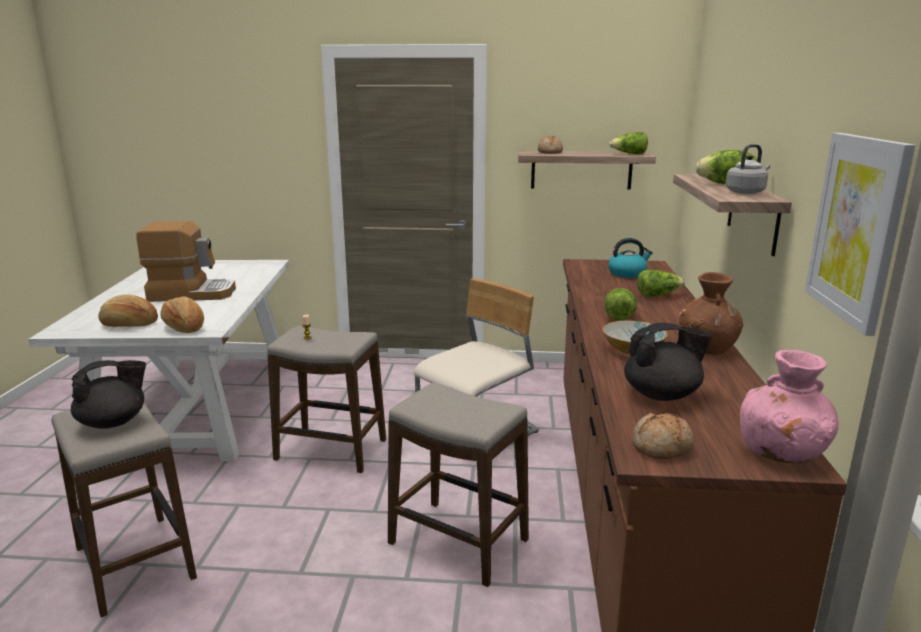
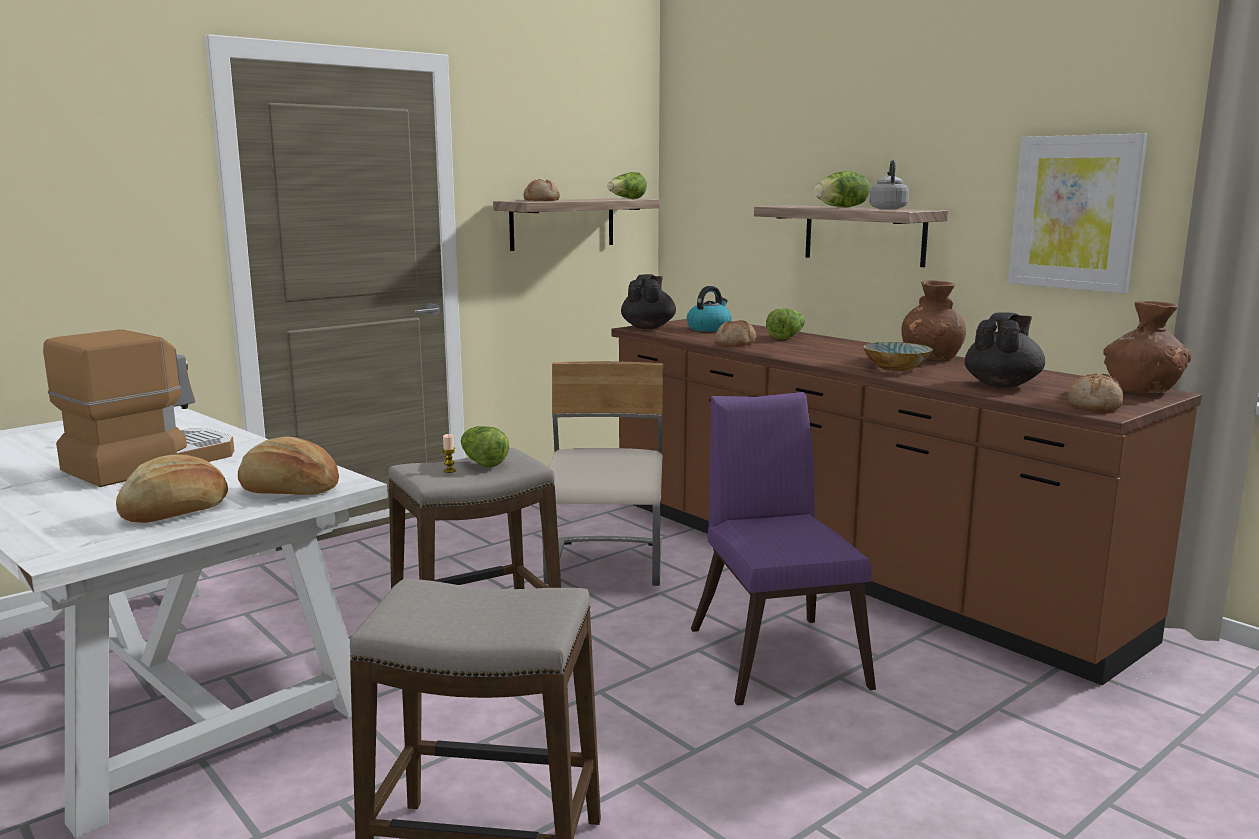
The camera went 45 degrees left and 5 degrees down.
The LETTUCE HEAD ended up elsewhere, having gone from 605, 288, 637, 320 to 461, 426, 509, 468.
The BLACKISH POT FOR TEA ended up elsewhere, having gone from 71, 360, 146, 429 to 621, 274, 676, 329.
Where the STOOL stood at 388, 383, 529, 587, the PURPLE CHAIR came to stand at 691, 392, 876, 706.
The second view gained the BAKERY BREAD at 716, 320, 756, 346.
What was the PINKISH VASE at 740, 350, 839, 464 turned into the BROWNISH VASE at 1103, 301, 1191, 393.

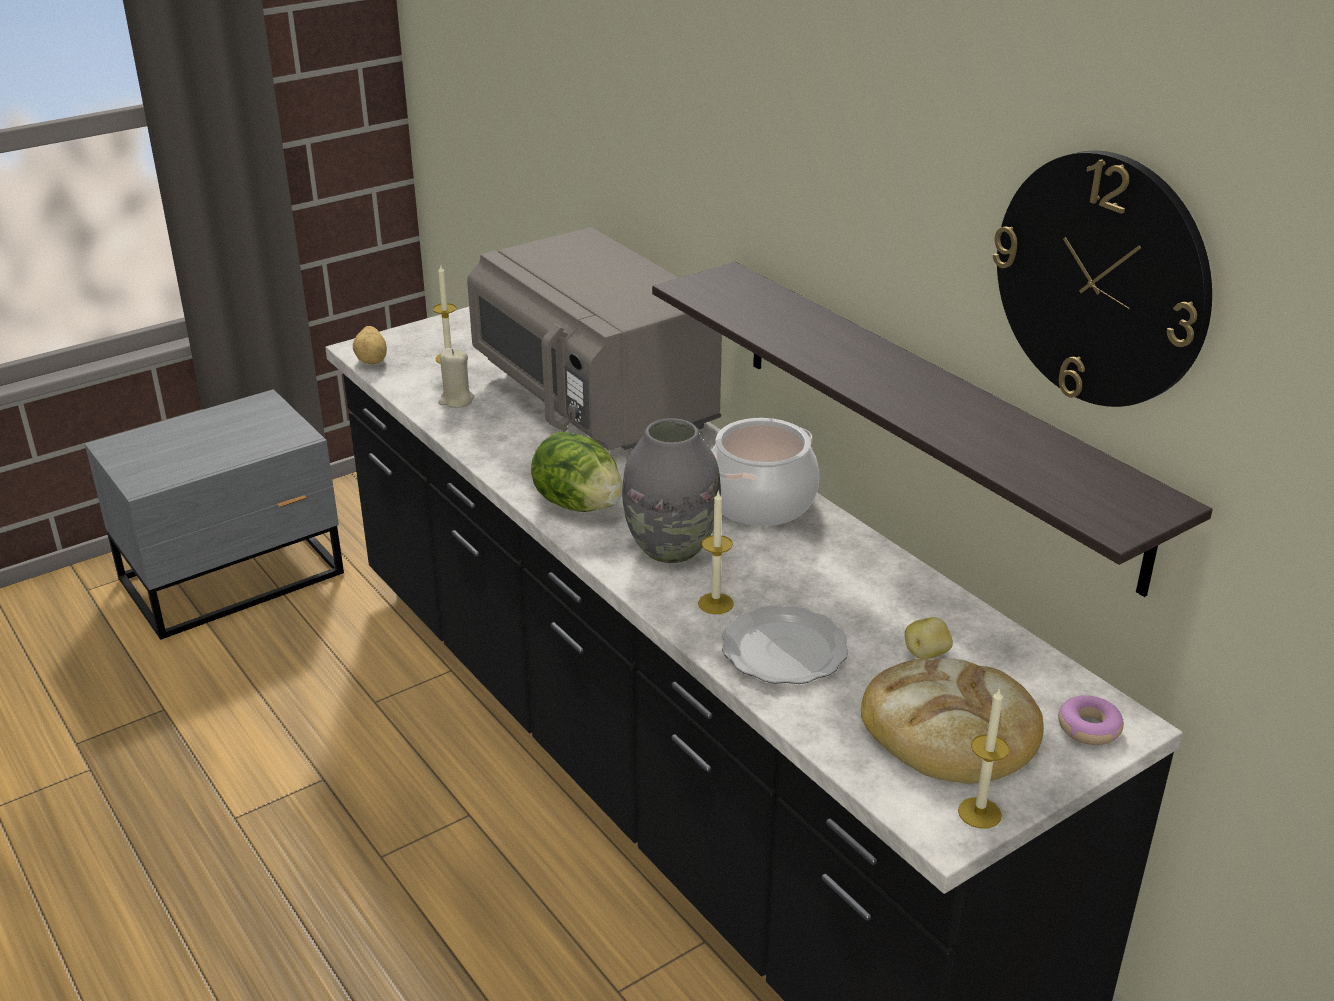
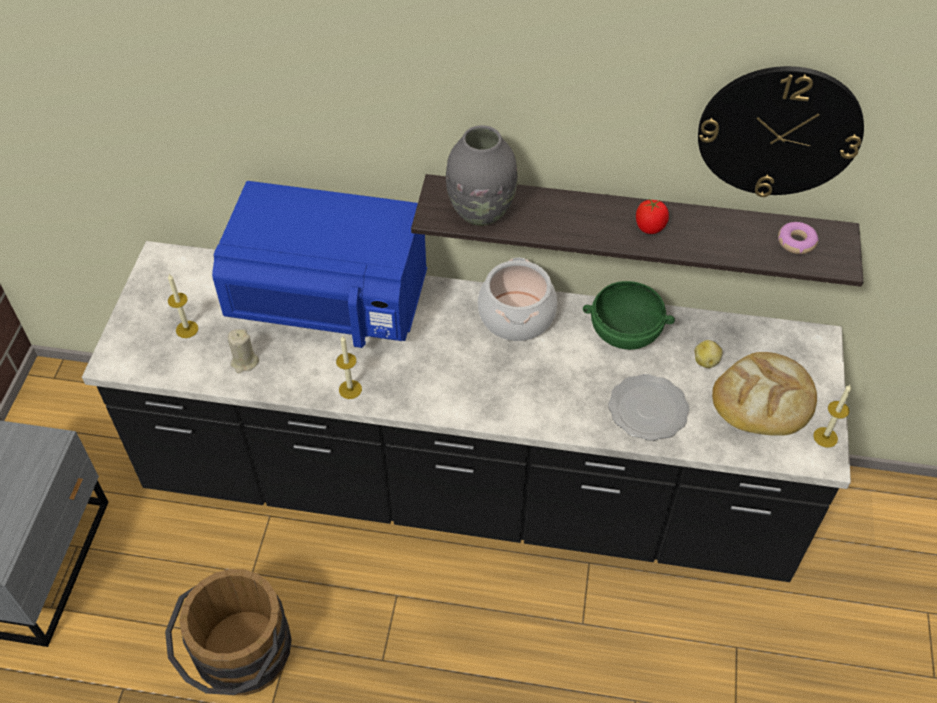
The camera went 45 degrees left and 20 degrees up.
The second view gained the BROWNISH BUCKET at 165, 569, 292, 695.
What was the GRAY MICROWAVE at 467, 227, 722, 451 turned into the BLUE MICROWAVE at 212, 181, 427, 348.
The CANDLE ended up elsewhere, having gone from 698, 490, 734, 614 to 336, 335, 362, 399.
The GRAY VASE ended up elsewhere, having gone from 622, 418, 721, 563 to 446, 125, 517, 226.
The second view gained the GREENISH DEEP DISH at 583, 281, 675, 350.
The second view gained the WHOLE TOMATO at 636, 199, 669, 234.
The RING DOUGHNUT ended up elsewhere, having gone from 1058, 695, 1124, 745 to 778, 222, 819, 254.
The second view lost the SPUD at 353, 326, 387, 364.
The second view lost the LETTUCE HEAD at 531, 431, 623, 512.

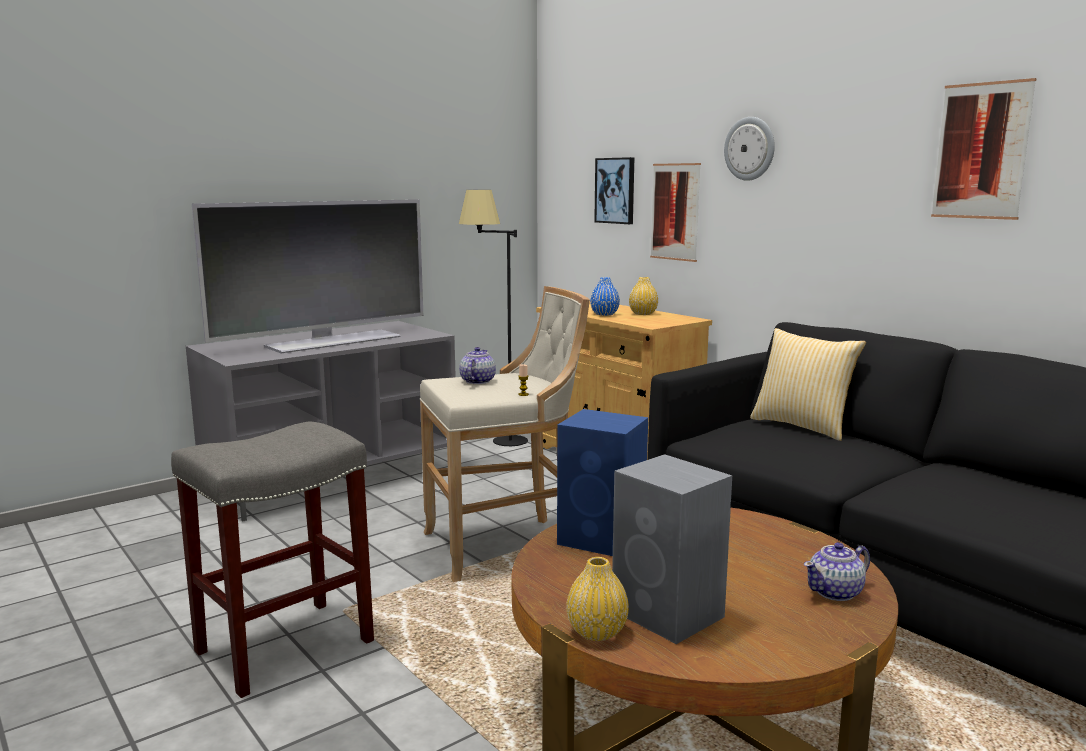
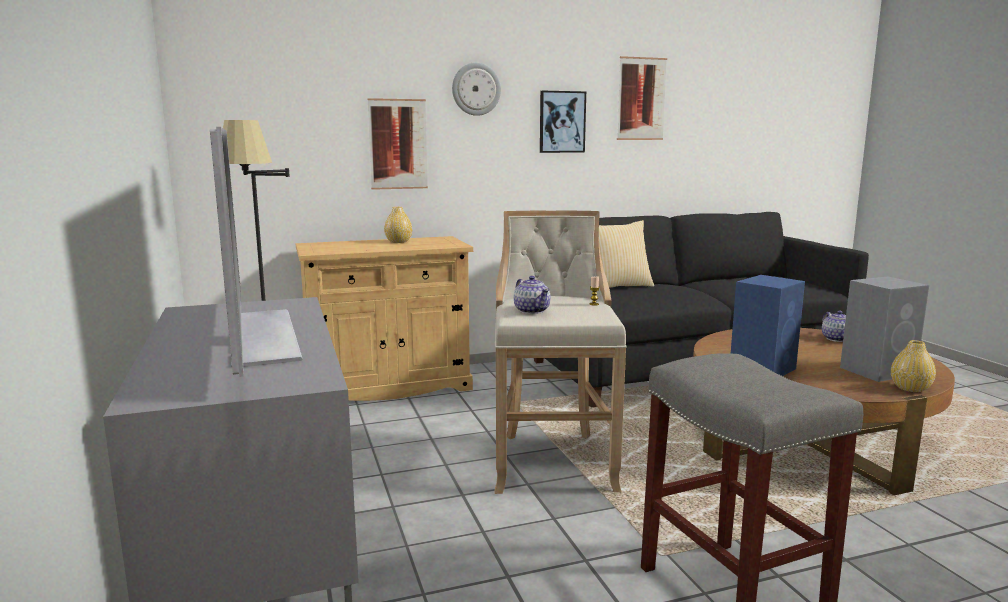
The camera went 70 degrees left and 0 degrees up.
The POT FOR TEA at 459, 347, 496, 384 ended up facing another way, 150 degrees counterclockwise from before.
The WALL ART ended up elsewhere, having gone from 594, 157, 634, 224 to 540, 91, 586, 153.
The second view lost the BLUE VASE at 590, 277, 620, 316.

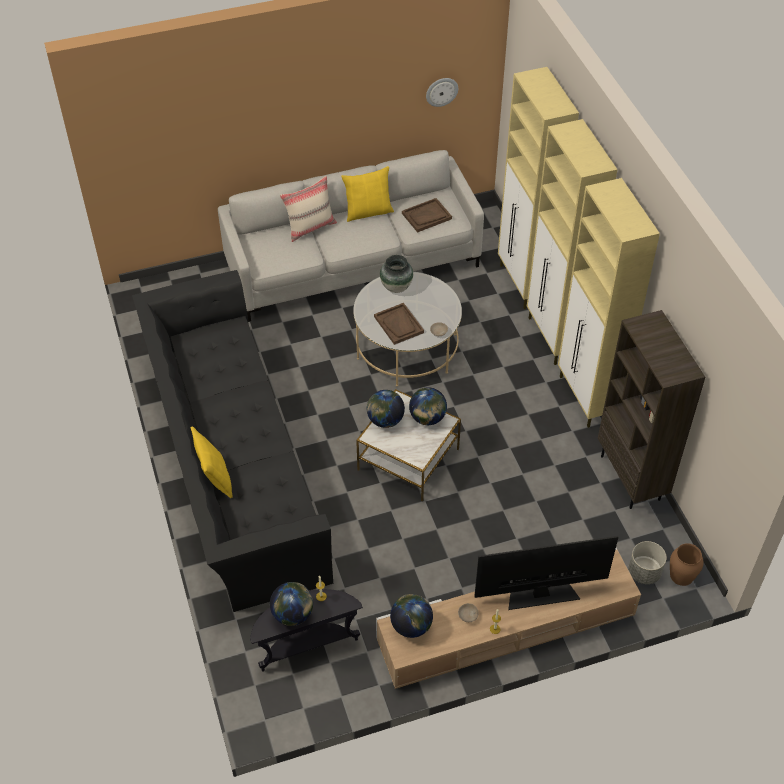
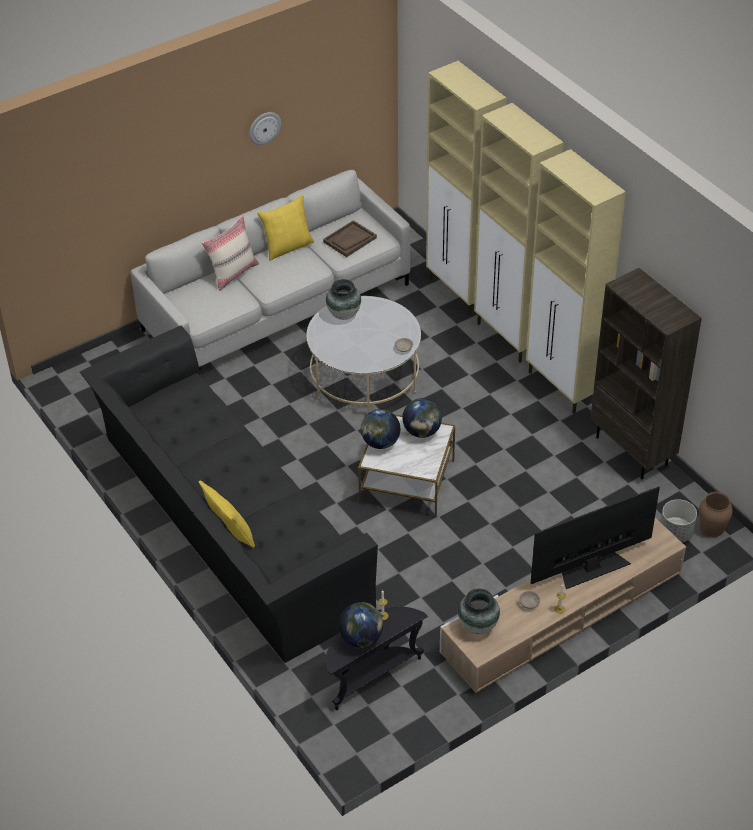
The camera went 15 degrees left and 5 degrees down.
The WALL CLOCK ended up elsewhere, having gone from 426, 78, 458, 107 to 249, 112, 281, 145.
Where the WORLD GLOBE stood at 390, 594, 433, 638, the VASE came to stand at 458, 589, 500, 635.
The second view lost the BROWNISH CARRYING TRAY at 374, 303, 424, 345.

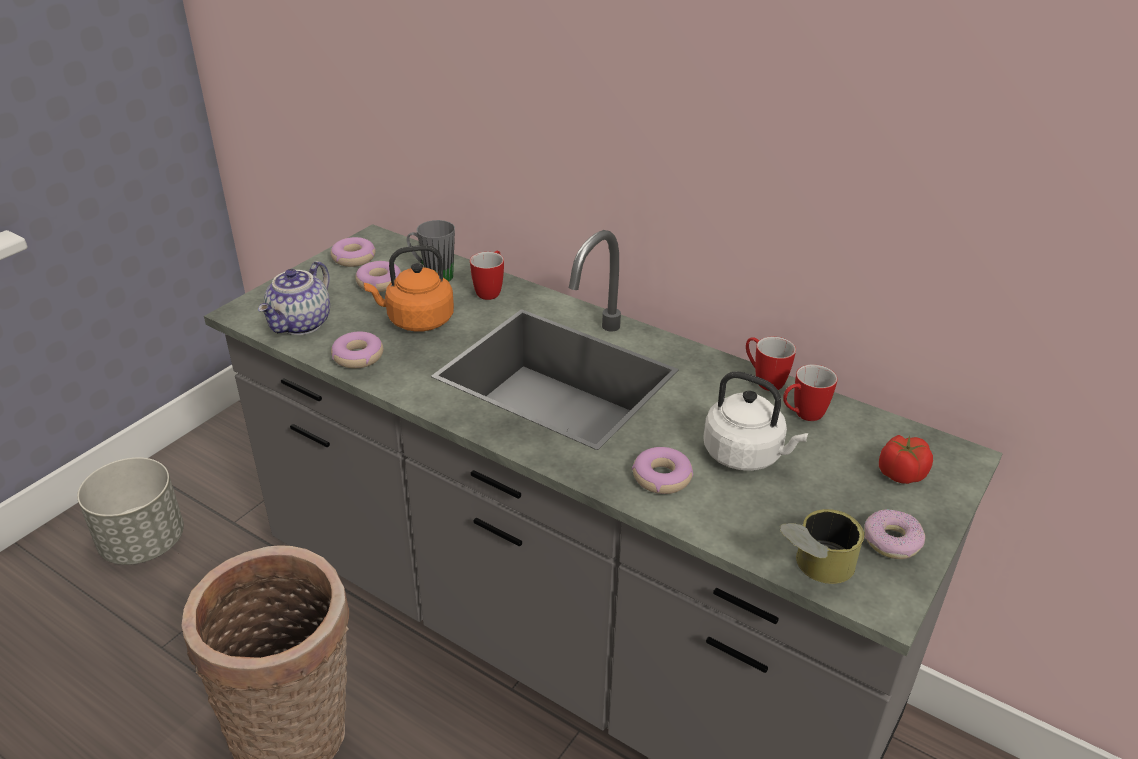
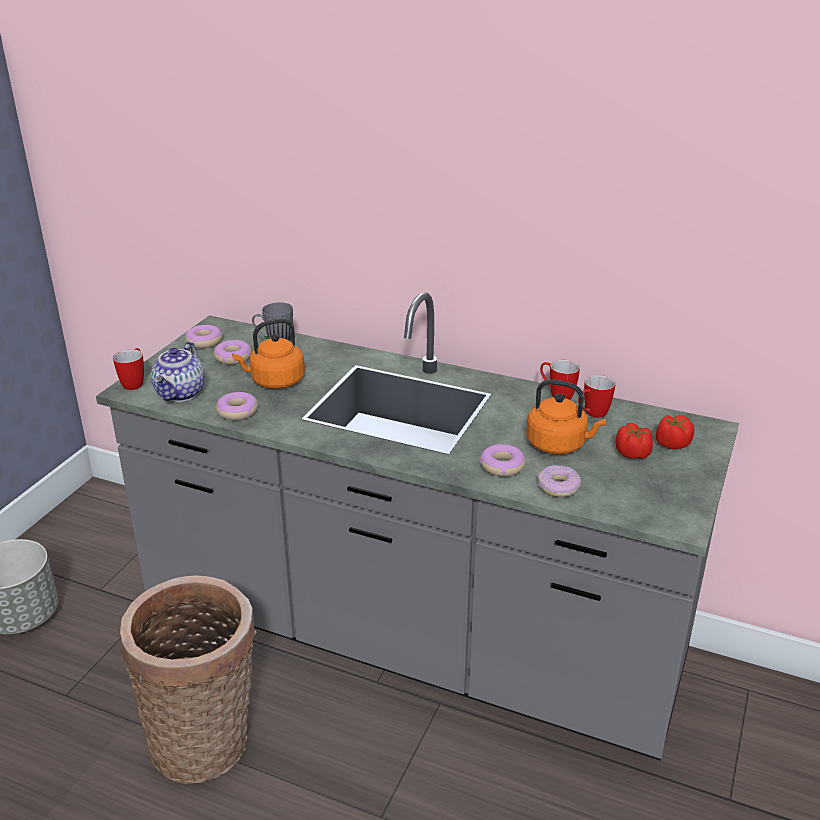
The camera went 10 degrees left and 5 degrees down.
The COFFEE MUG ended up elsewhere, having gone from 470, 251, 504, 300 to 113, 348, 144, 390.
What was the WHITE KETTLE at 703, 371, 808, 471 turned into the ORANGEY KETTLE at 526, 379, 606, 454.
The RING DOUGHNUT ended up elsewhere, having gone from 864, 509, 925, 559 to 538, 465, 581, 497.
The second view gained the WHOLE TOMATO at 615, 423, 653, 459.
The second view lost the SEALED CAN at 780, 509, 864, 584.

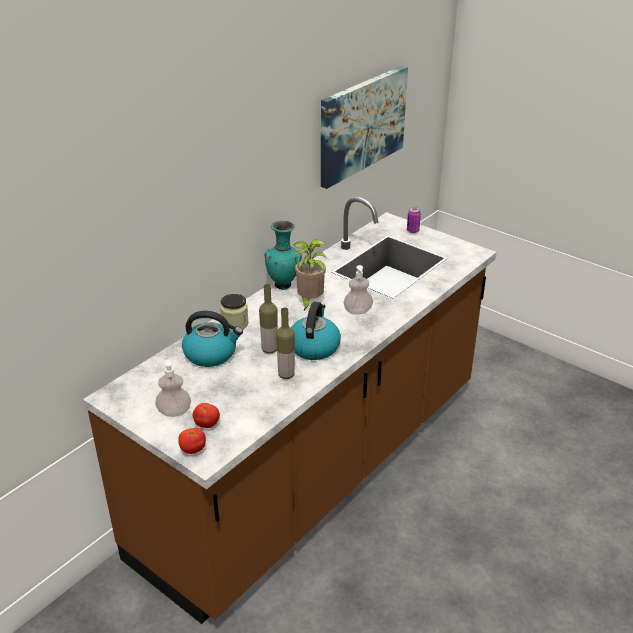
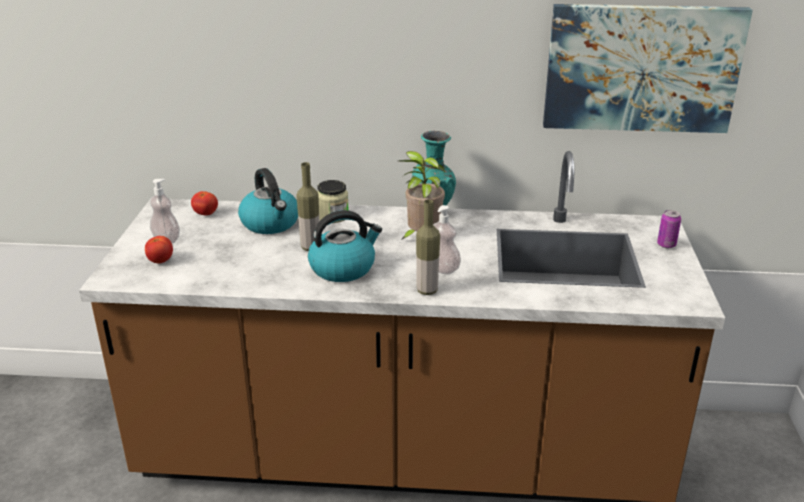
The camera went 55 degrees right and 5 degrees down.
The WHOLE TOMATO ended up elsewhere, having gone from 178, 428, 206, 454 to 191, 191, 218, 216.
The BOTTLE ended up elsewhere, having gone from 276, 307, 295, 379 to 416, 200, 440, 295.

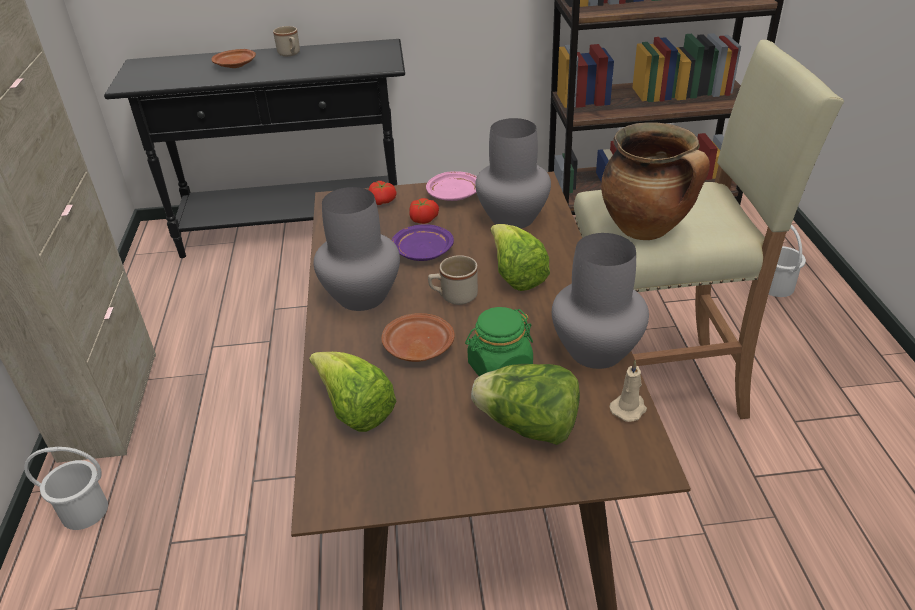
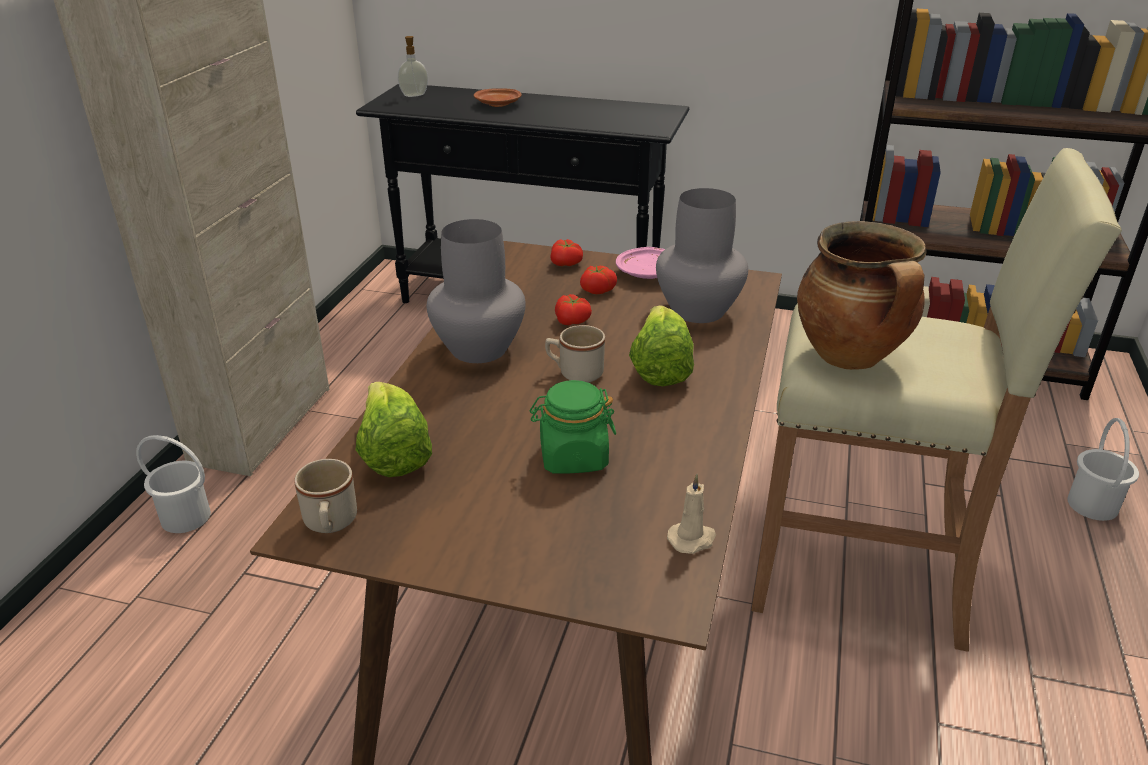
The camera went 20 degrees right and 5 degrees down.
The BEIGE-COLOURED COFFEE MUG ended up elsewhere, having gone from 273, 26, 300, 56 to 294, 459, 357, 533.
The second view gained the SOAP DISPENSER at 398, 36, 428, 97.
Where the PURPLE FLAT DISH stood at 392, 224, 454, 261, the WHOLE TOMATO came to stand at 555, 294, 592, 325.
The second view lost the BROWNISH FLAT DISH at 381, 313, 455, 362.
The second view lost the LETTUCE HEAD at 471, 364, 580, 445.
The second view lost the GRAY VASE at 552, 233, 649, 369.

